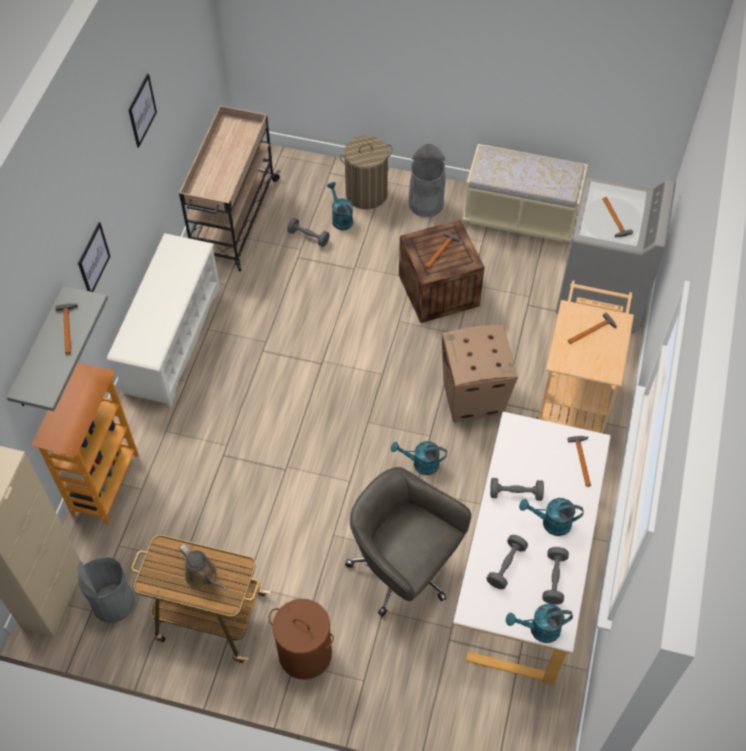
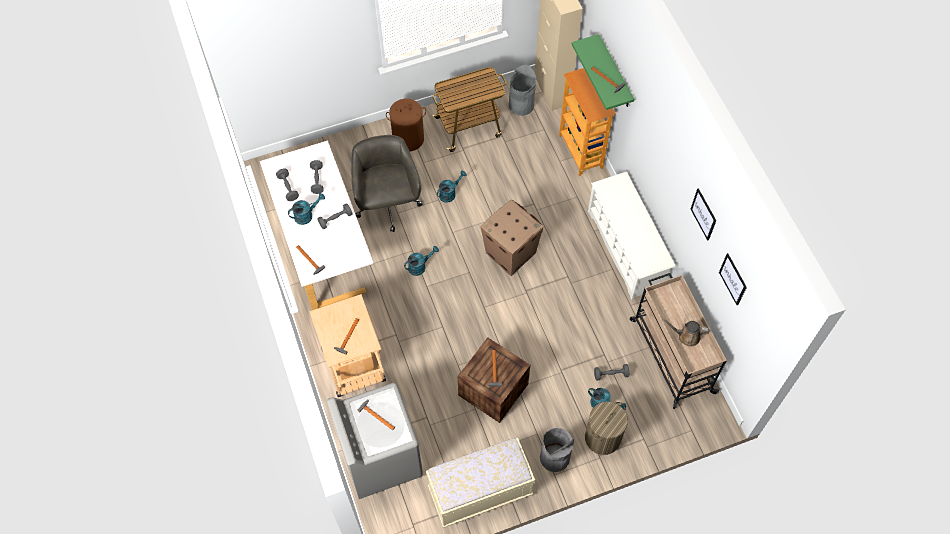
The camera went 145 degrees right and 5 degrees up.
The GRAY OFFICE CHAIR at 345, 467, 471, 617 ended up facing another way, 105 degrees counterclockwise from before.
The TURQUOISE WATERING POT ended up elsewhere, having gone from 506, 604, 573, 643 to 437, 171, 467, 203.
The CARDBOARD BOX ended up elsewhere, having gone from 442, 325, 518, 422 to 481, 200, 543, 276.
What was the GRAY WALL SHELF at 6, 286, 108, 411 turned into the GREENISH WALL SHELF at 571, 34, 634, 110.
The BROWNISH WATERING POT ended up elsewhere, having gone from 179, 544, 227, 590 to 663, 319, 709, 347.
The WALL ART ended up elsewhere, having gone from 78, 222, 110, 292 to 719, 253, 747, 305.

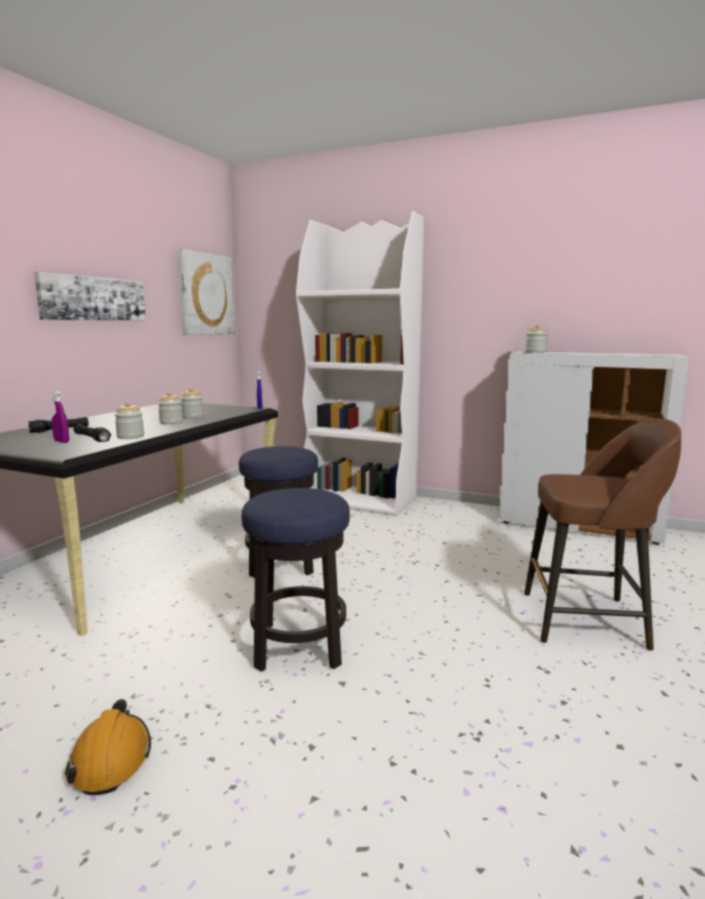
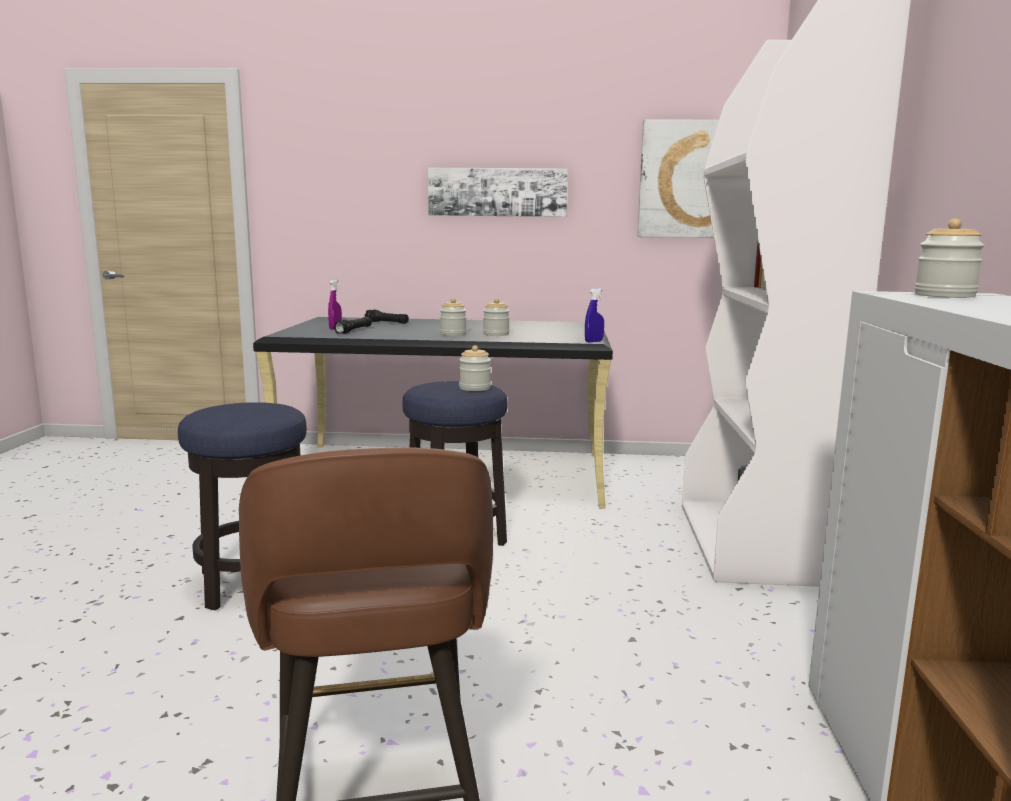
The camera went 70 degrees right and 0 degrees up.
The PRESERVE JAR ended up elsewhere, having gone from 114, 402, 144, 439 to 459, 345, 491, 391.
The second view lost the ORANGEY SAFETY HELMET at 65, 699, 151, 795.

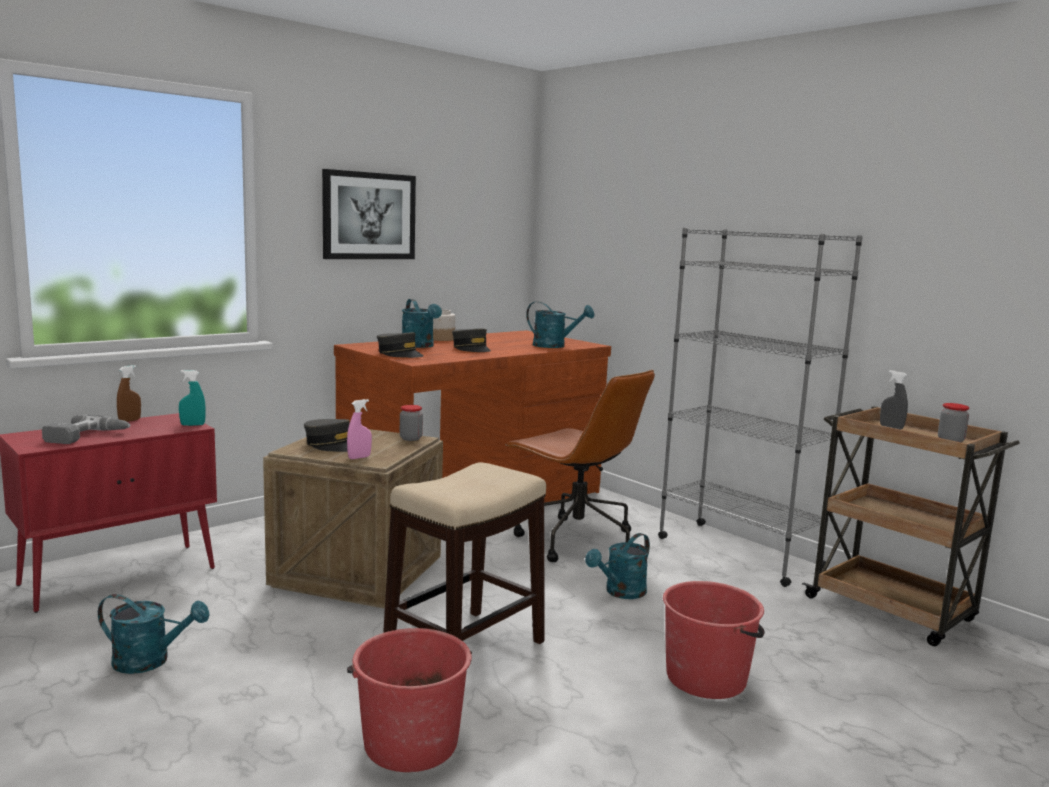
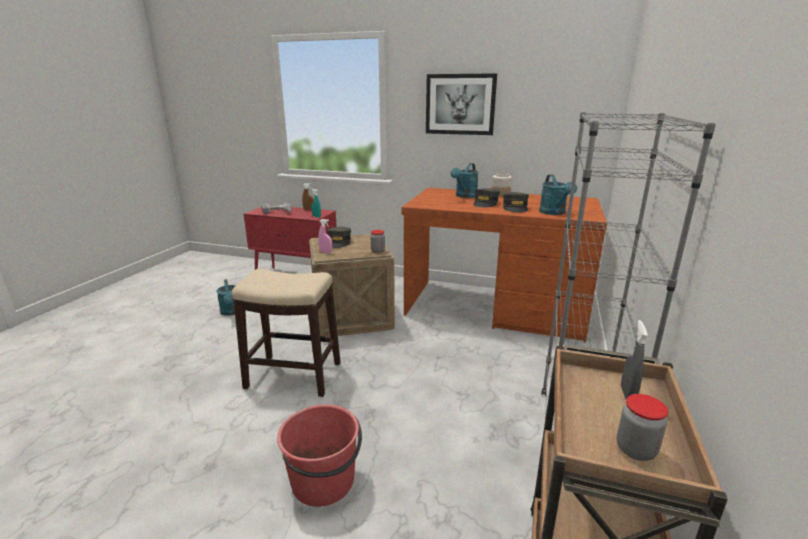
The camera went 60 degrees right and 10 degrees up.
The GRAY BASEBALL CAP ended up elsewhere, having gone from 377, 332, 424, 358 to 503, 192, 529, 213.
The second view lost the REDDISH BUCKET at 347, 628, 472, 772.
The second view lost the BROWNISH OFFICE CHAIR at 505, 370, 655, 562.
The second view lost the TURQUOISE WATERING POT at 585, 533, 650, 599.

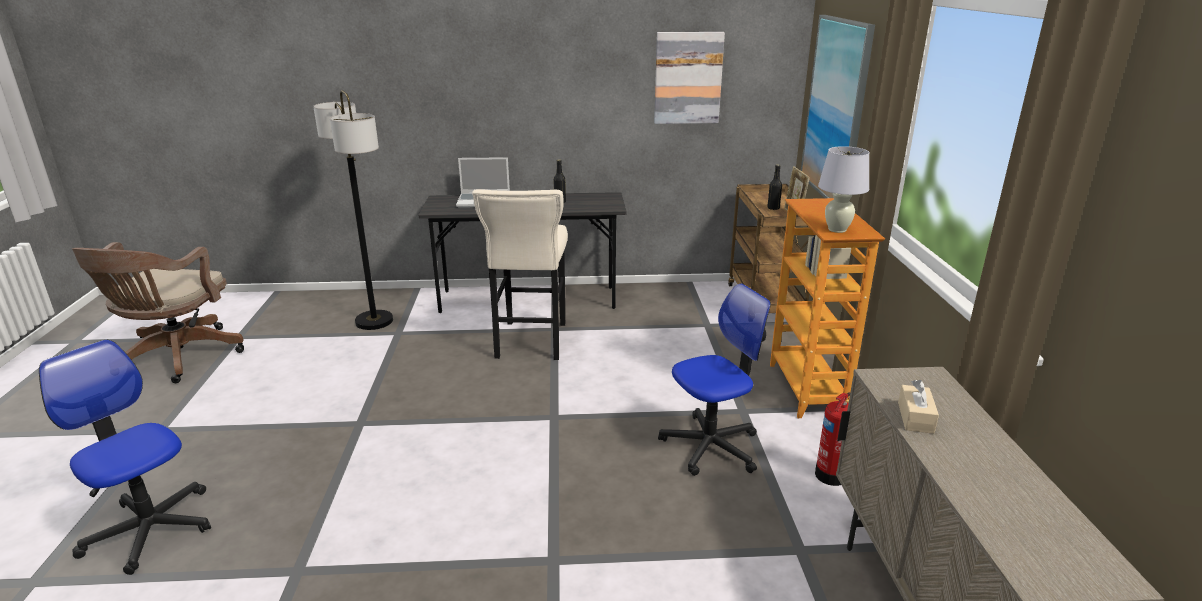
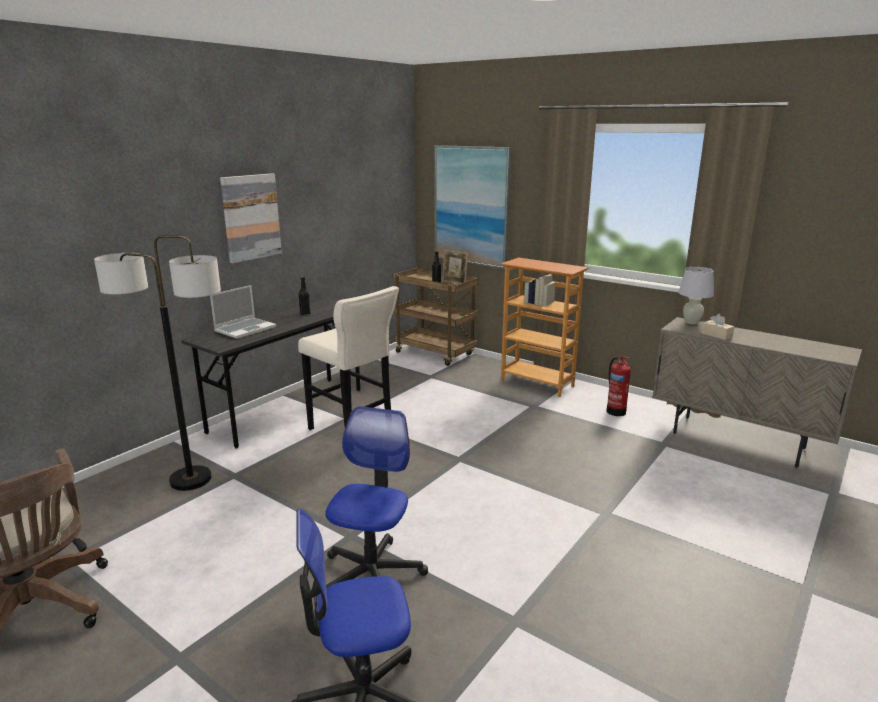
The camera went 50 degrees left and 5 degrees down.
The WALL ART ended up elsewhere, having gone from 654, 32, 725, 124 to 220, 173, 282, 263.
The OFFICE CHAIR ended up elsewhere, having gone from 658, 284, 771, 476 to 325, 406, 428, 589.
The WHITE TABLETOP LAMP ended up elsewhere, having gone from 818, 146, 870, 233 to 679, 267, 714, 324.

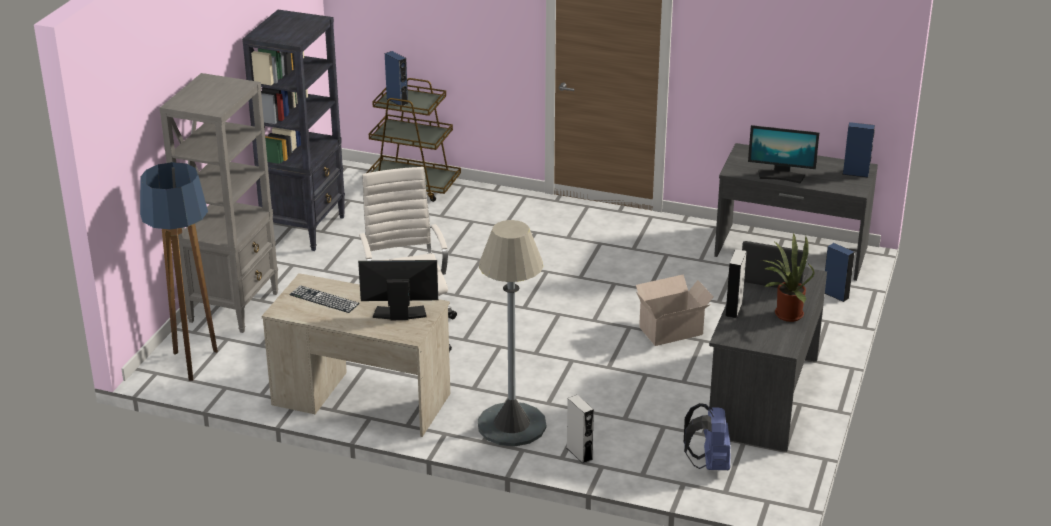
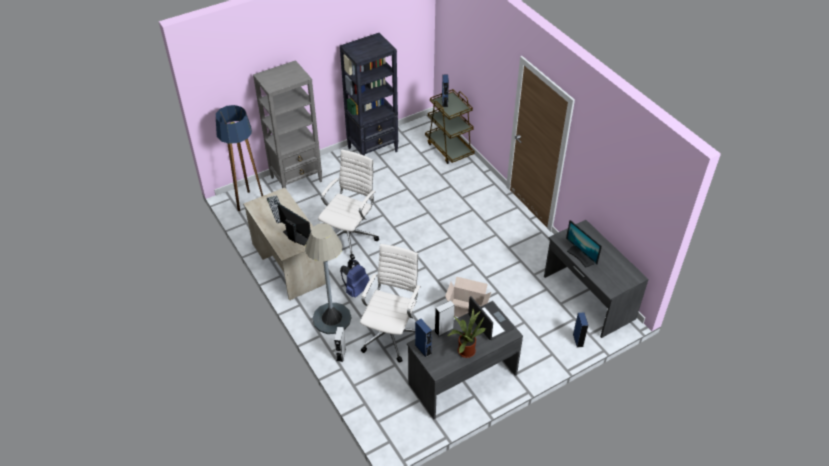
The camera went 40 degrees right and 15 degrees up.
The BLUE RUCKSACK ended up elsewhere, having gone from 684, 403, 731, 470 to 340, 259, 369, 298.
The second view gained the WHITE OFFICE CHAIR at 360, 244, 421, 362.
The BLUE LOUDSPEAKER ended up elsewhere, having gone from 842, 122, 875, 178 to 415, 319, 432, 357.

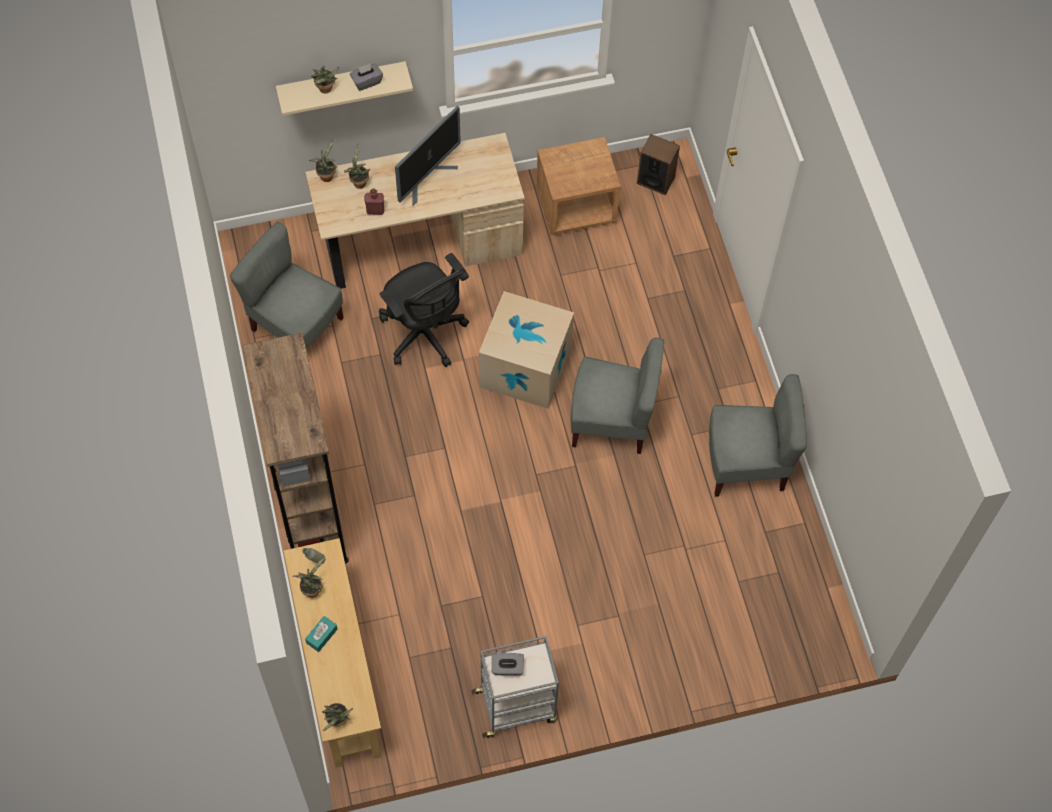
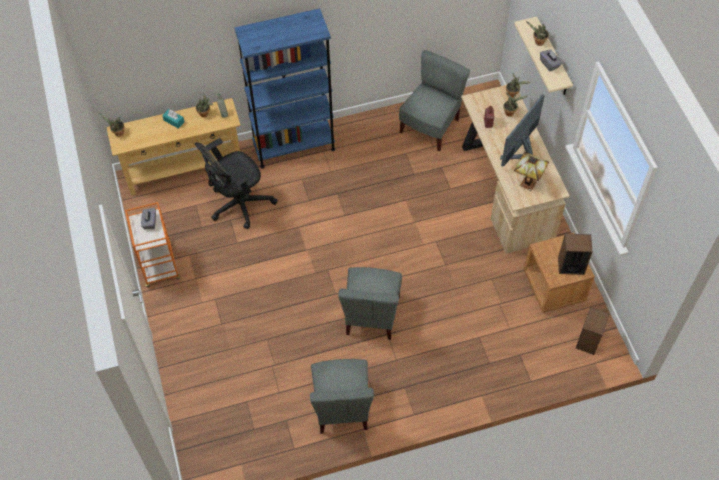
The camera went 90 degrees right and 5 degrees down.
What was the GRAY WHEELED CART at 471, 636, 559, 738 turned into the ORANGEY WHEELED CART at 125, 202, 180, 287.
The BLACKISH OFFICE CHAIR ended up elsewhere, having gone from 379, 253, 469, 367 to 194, 138, 278, 229.
What was the BROWNISH SHELVING UNIT at 242, 333, 349, 563 turned into the BLUE SHELVING UNIT at 234, 8, 335, 169.
The COMPUTER SCREEN at 395, 106, 461, 205 ended up facing another way, 90 degrees clockwise from before.
The second view gained the TABLETOP LAMP at 514, 152, 549, 191.
The second view gained the LOUDSPEAKER at 558, 234, 592, 275.
The second view lost the CARDBOARD BOX at 479, 291, 574, 409.

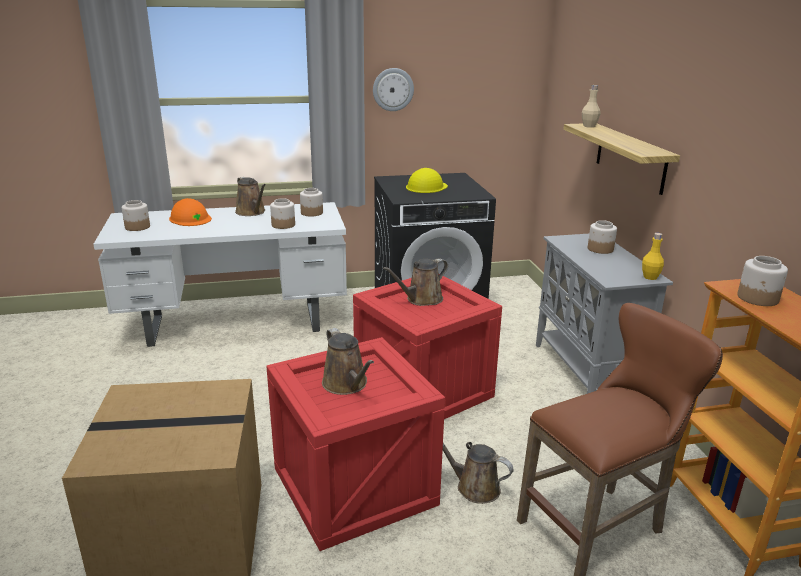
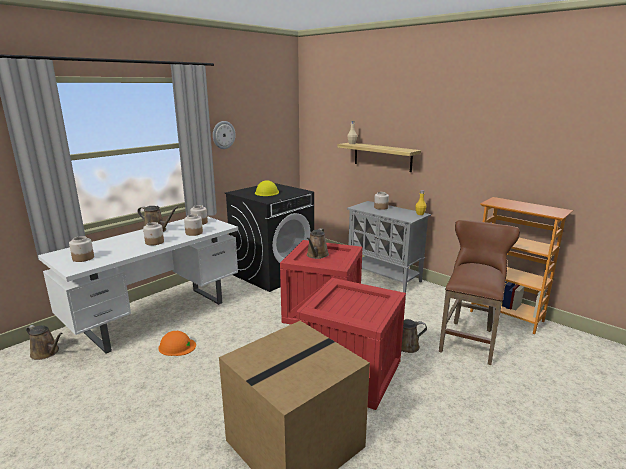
The camera went 35 degrees left and 5 degrees down.
The BROWNISH WATERING POT ended up elsewhere, having gone from 322, 328, 374, 395 to 26, 325, 63, 360.
The PRESERVE JAR ended up elsewhere, having gone from 737, 256, 788, 306 to 143, 222, 164, 245.
The ORANGEY SAFETY HELMET ended up elsewhere, having gone from 169, 198, 212, 226 to 158, 331, 196, 356.

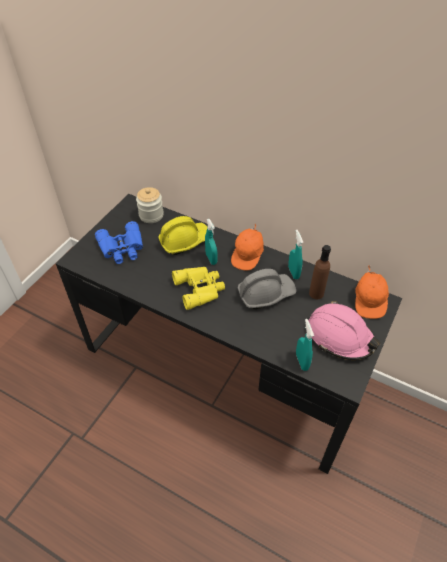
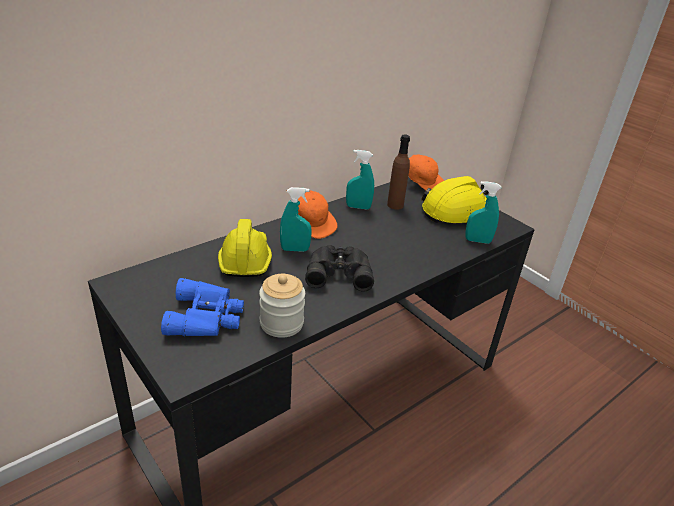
The camera went 70 degrees left and 15 degrees down.
The PRESERVE JAR ended up elsewhere, having gone from 136, 187, 164, 223 to 259, 274, 305, 338.
What was the YELLOW-COLOURED PAIR OF BINOCULARS at 172, 267, 225, 310 turned into the BLACKISH PAIR OF BINOCULARS at 305, 245, 374, 291.
What was the PINKISH SAFETY HELMET at 308, 301, 381, 360 turned into the YELLOW-COLOURED SAFETY HELMET at 421, 176, 489, 223.
The second view lost the GRAY SAFETY HELMET at 238, 269, 296, 309.

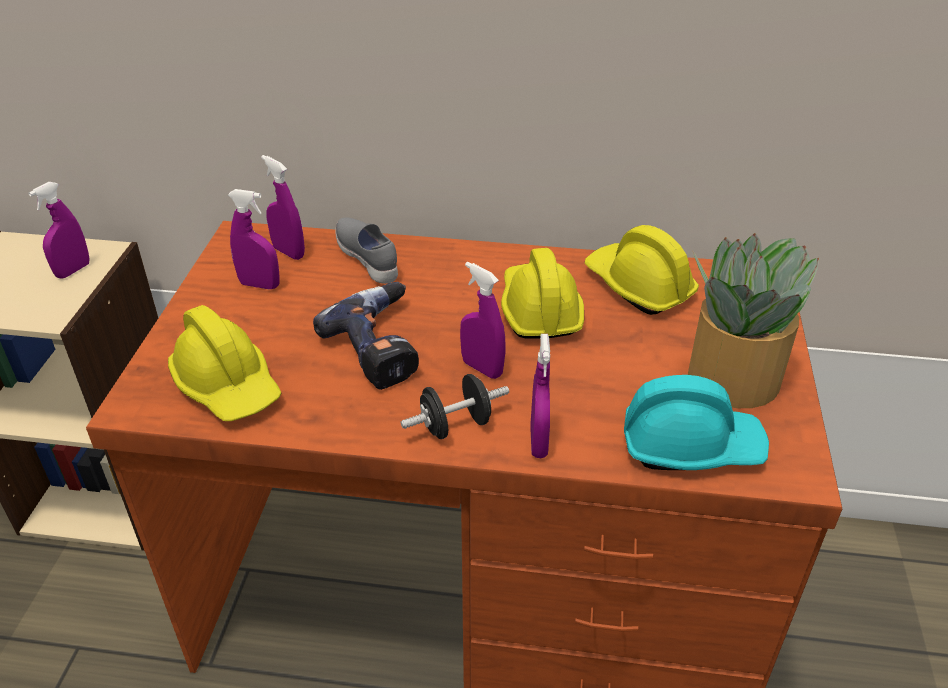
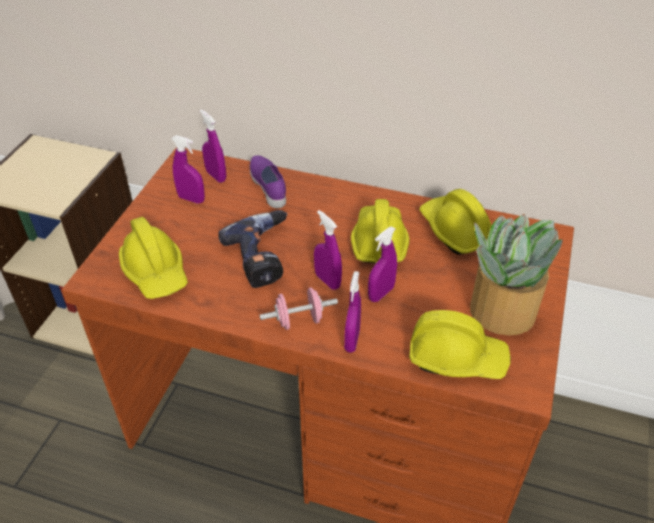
The camera went 10 degrees right and 5 degrees up.
What was the GRAY ITEM OF FOOTWEAR at 335, 217, 398, 284 turned into the PURPLE ITEM OF FOOTWEAR at 250, 155, 286, 208.
What was the BLACKISH HAND WEIGHT at 401, 374, 509, 439 turned into the PINKISH HAND WEIGHT at 259, 287, 338, 330.
The PURPLE SPRAY BOTTLE ended up elsewhere, having gone from 28, 182, 89, 278 to 368, 227, 397, 302.
What was the TURQUOISE SAFETY HELMET at 624, 375, 769, 470 turned into the YELLOW-COLOURED SAFETY HELMET at 409, 310, 511, 379.

